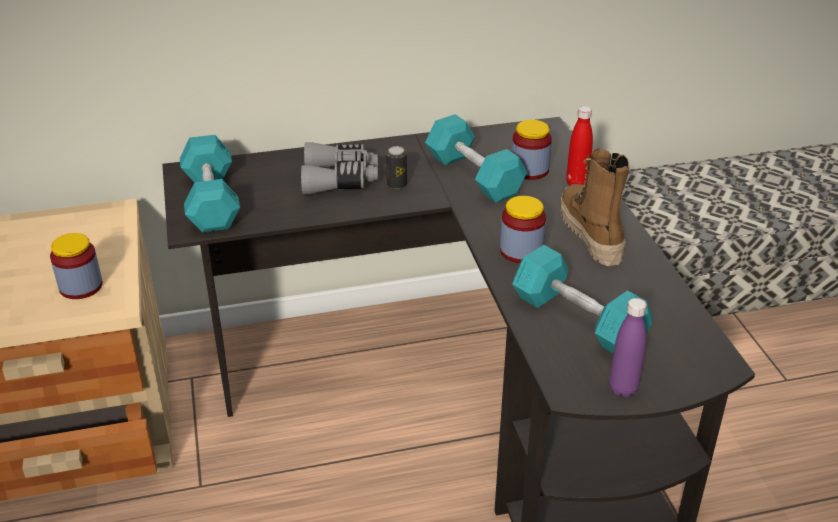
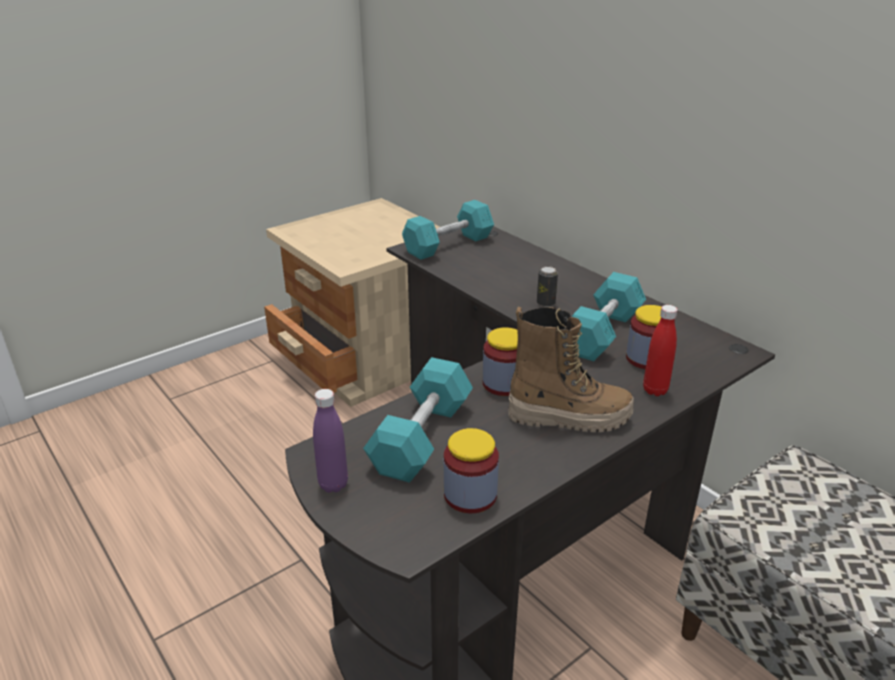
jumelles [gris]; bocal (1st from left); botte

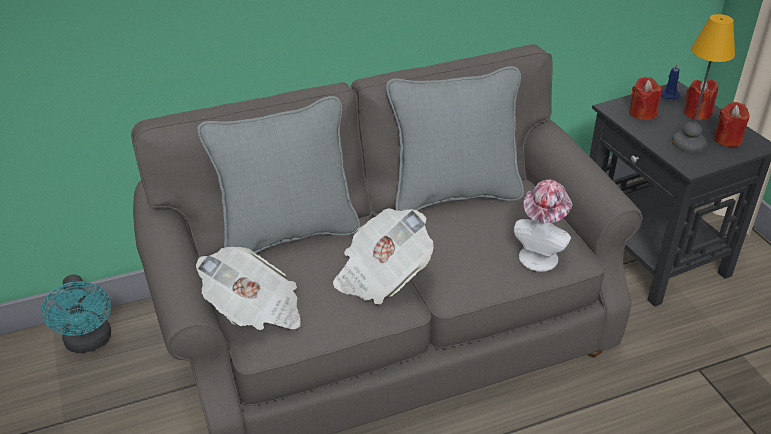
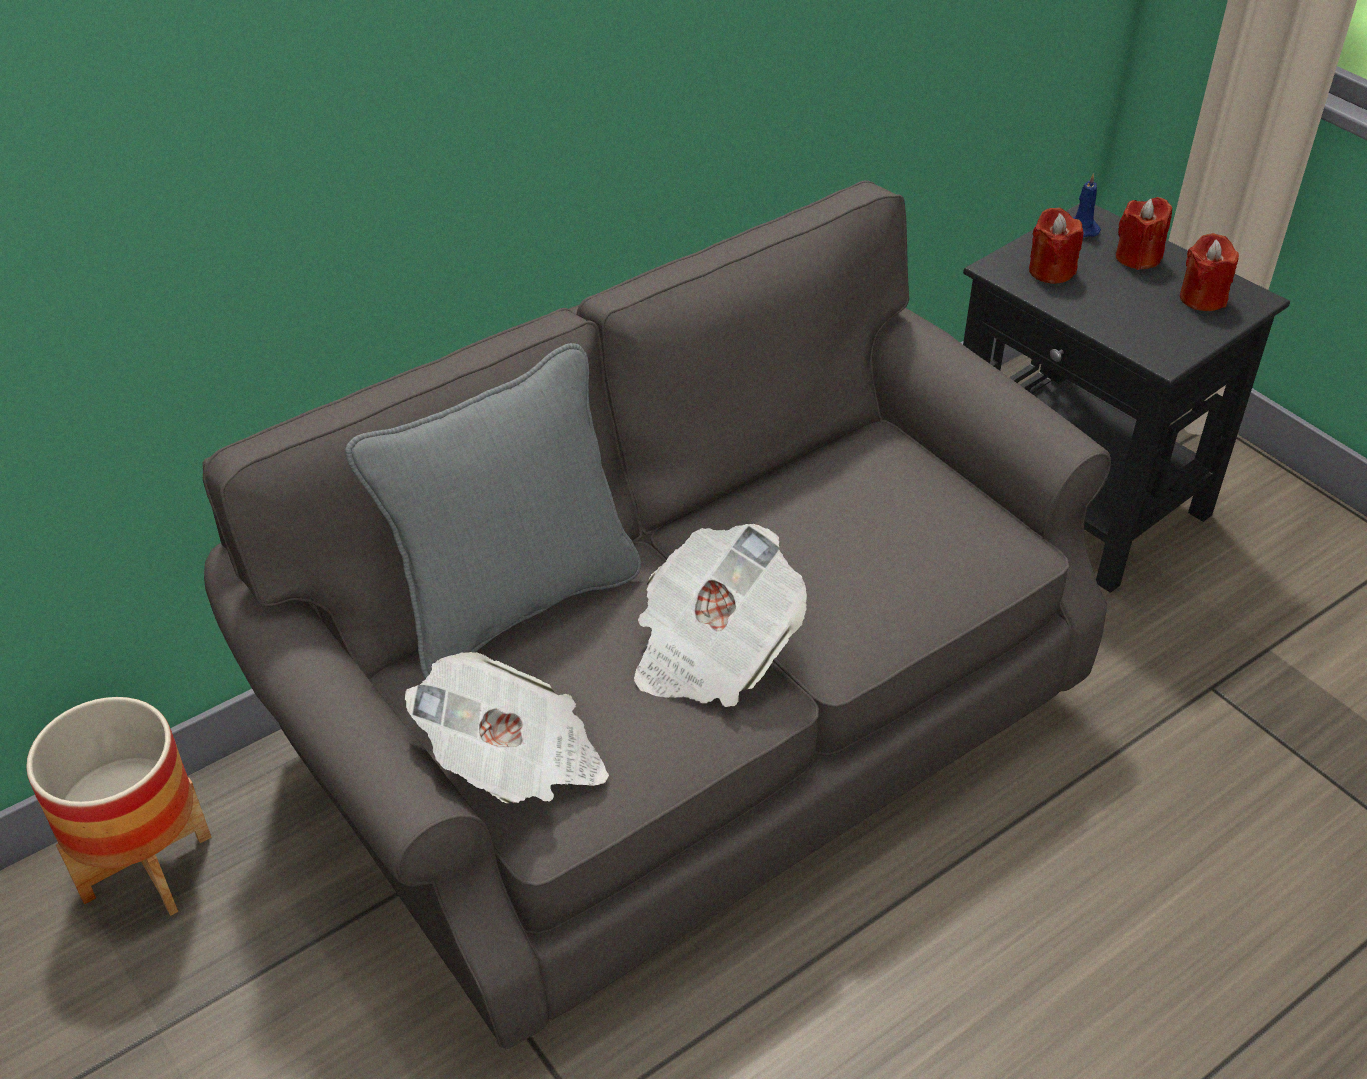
coussin [gris] (2nd from left in the first image); chapeau; lampe de table; cache-pot

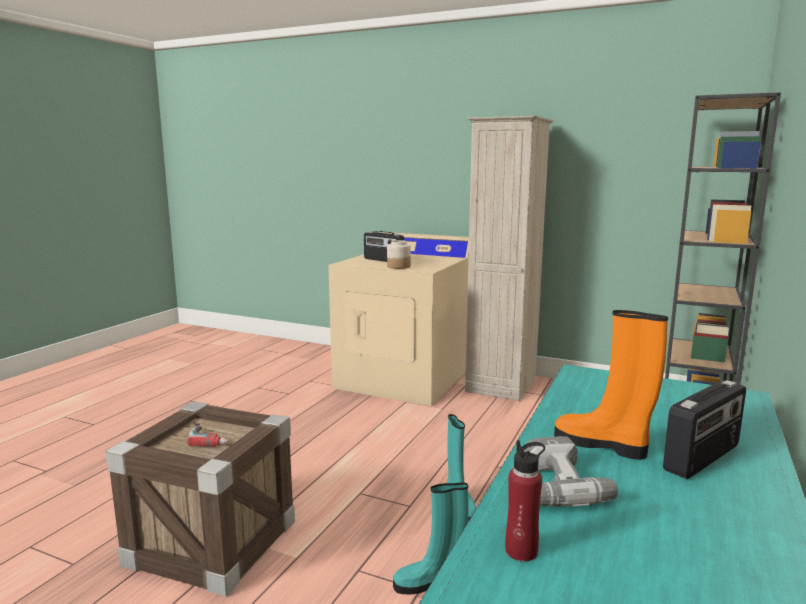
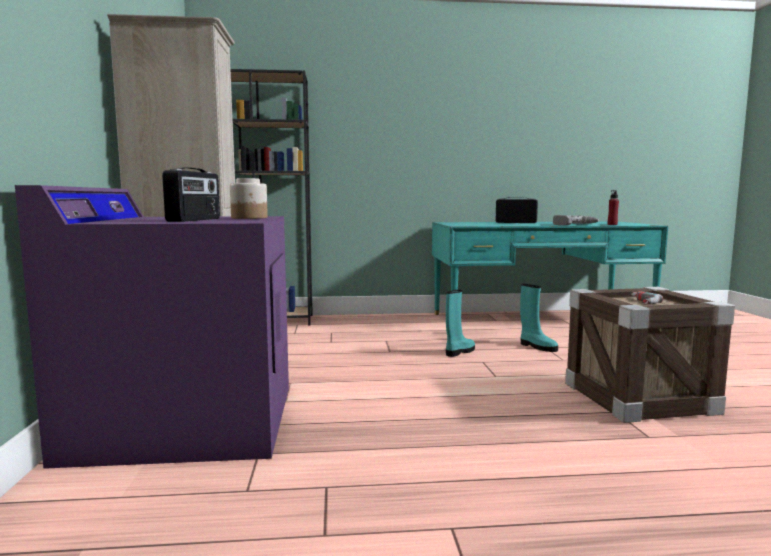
botte [orange]; lave-linge [violet]

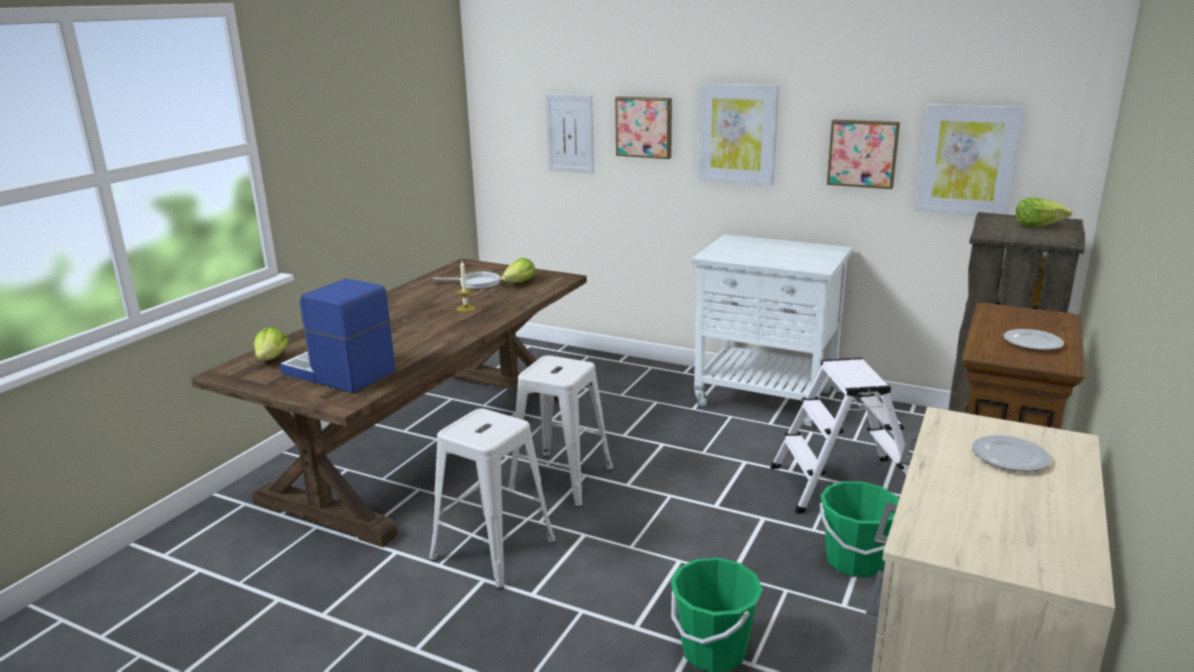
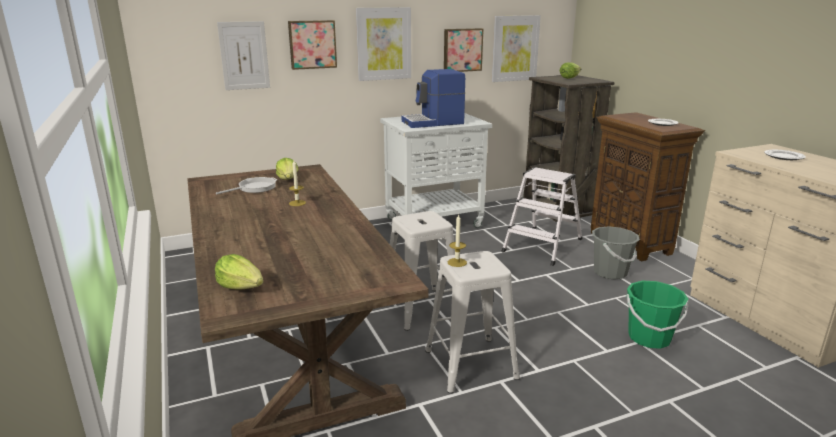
bougie (2nd from left); machine à café; seau [gris]

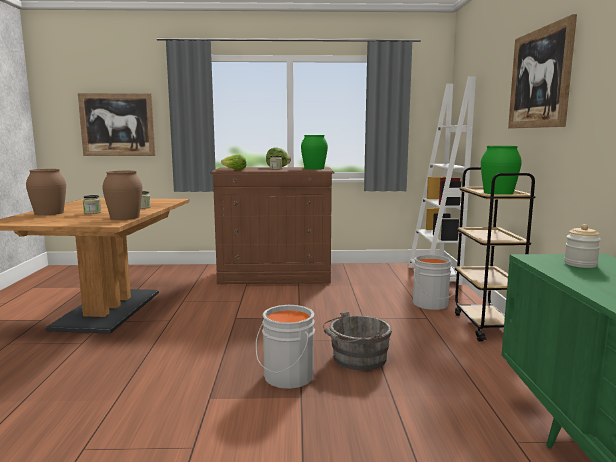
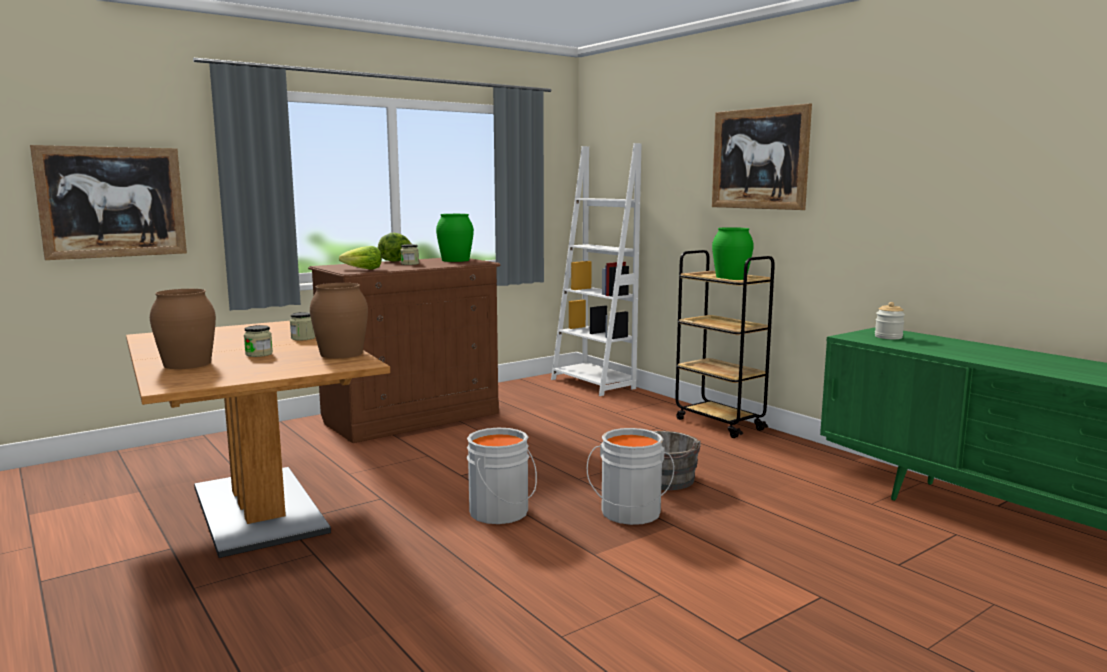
seau [gris] (1st from left)

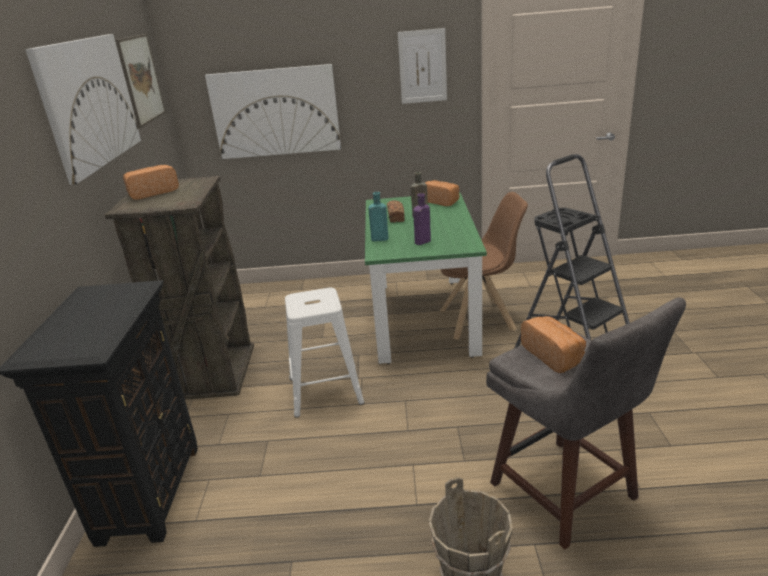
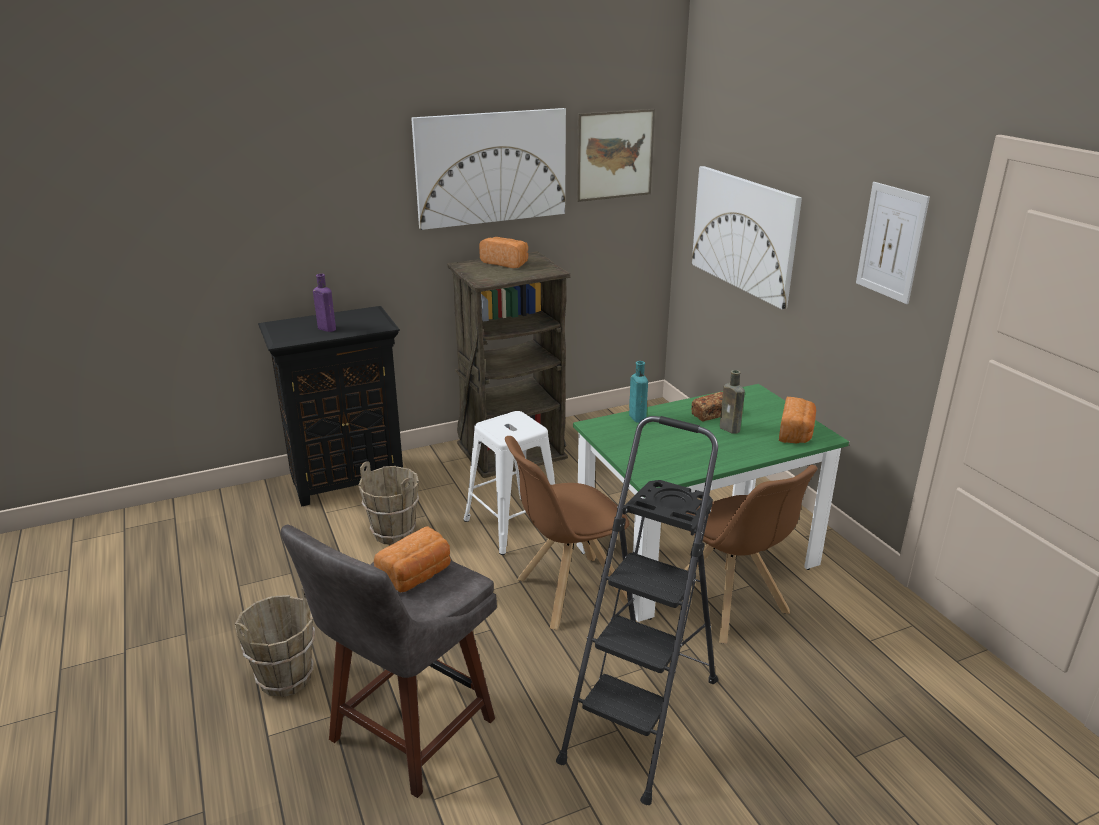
seau [marron] (2nd from left); chaise [marron] (1st from left); bouteille [violet]

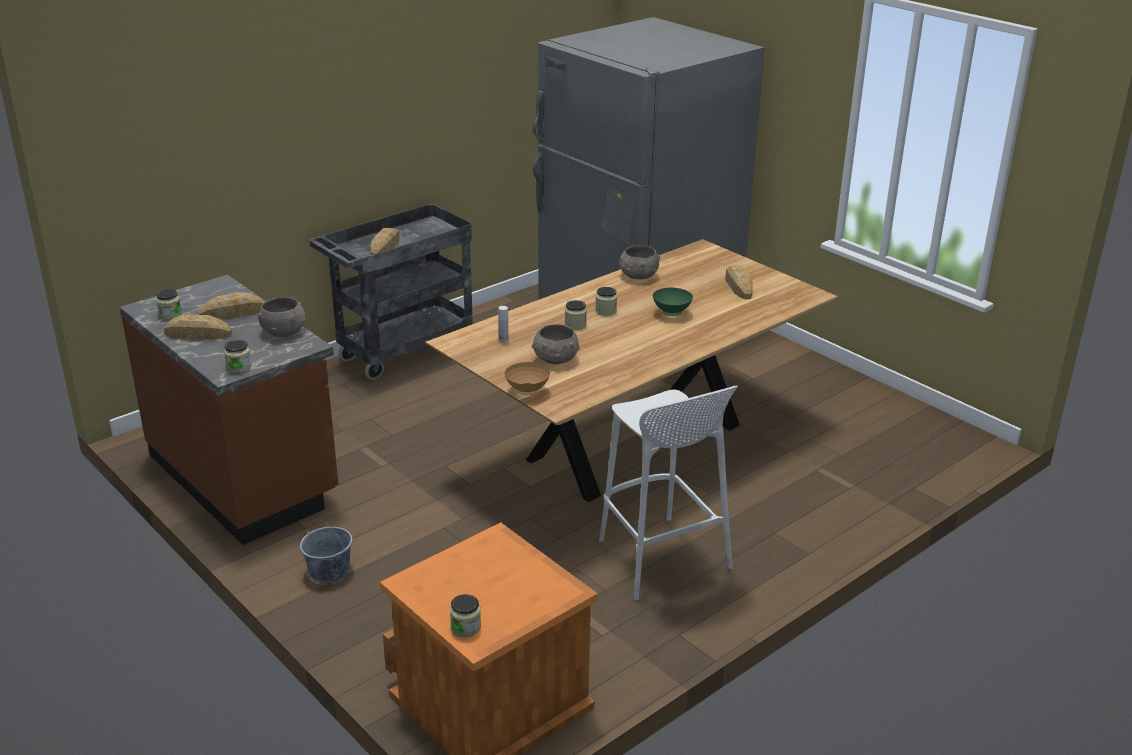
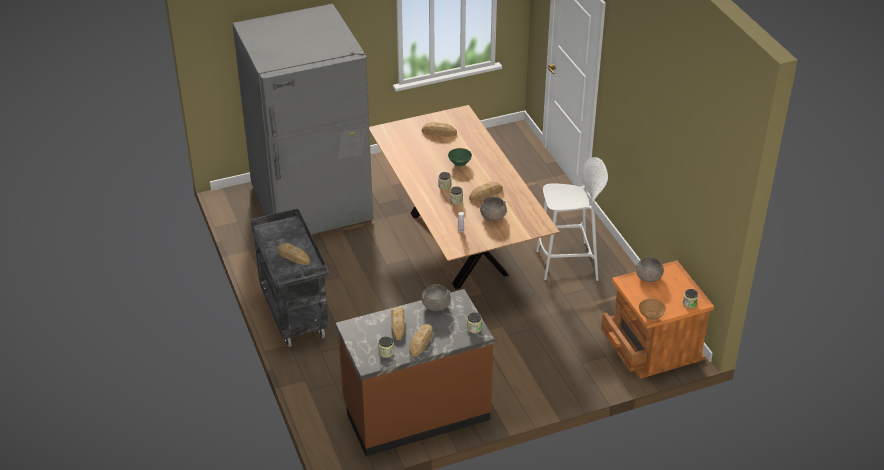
seau [gris]; pain (5th from left); bol [marron]; bol [gris] (3rd from left)

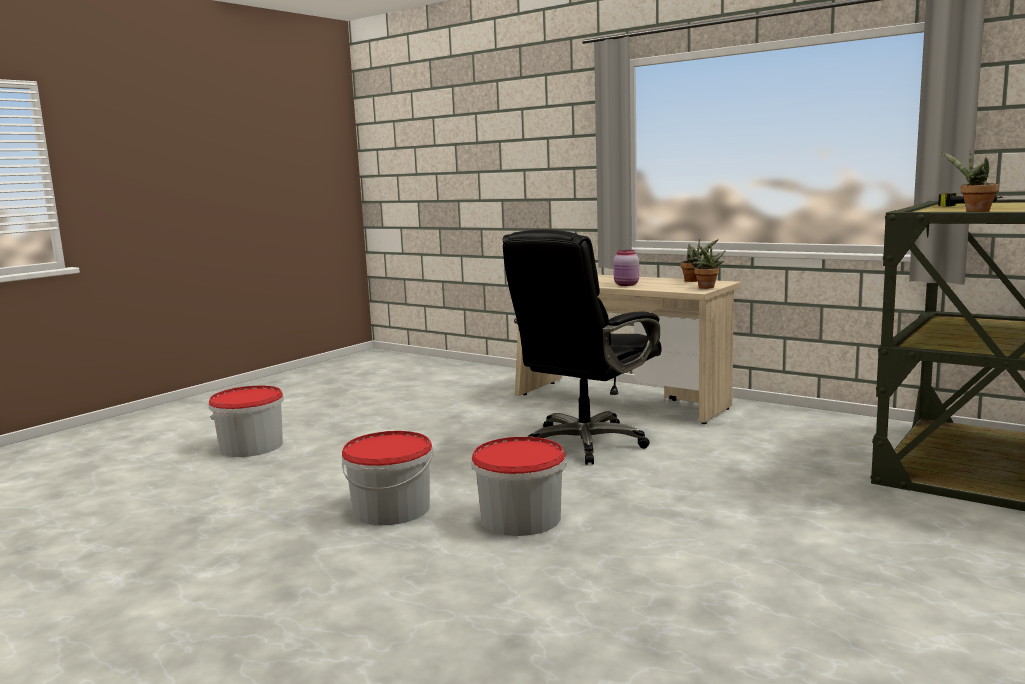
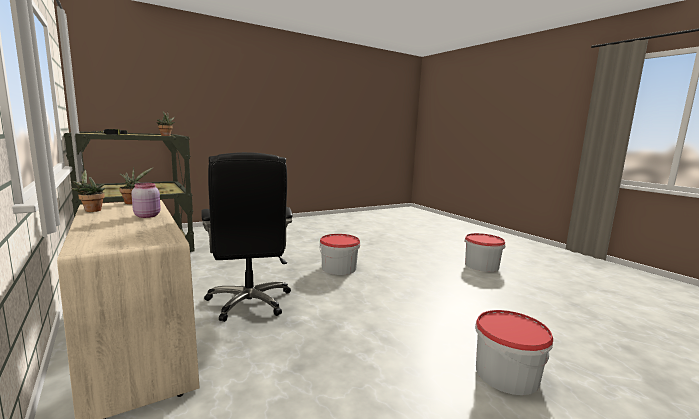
seau (2nd from left); chaise de bureau [noir]

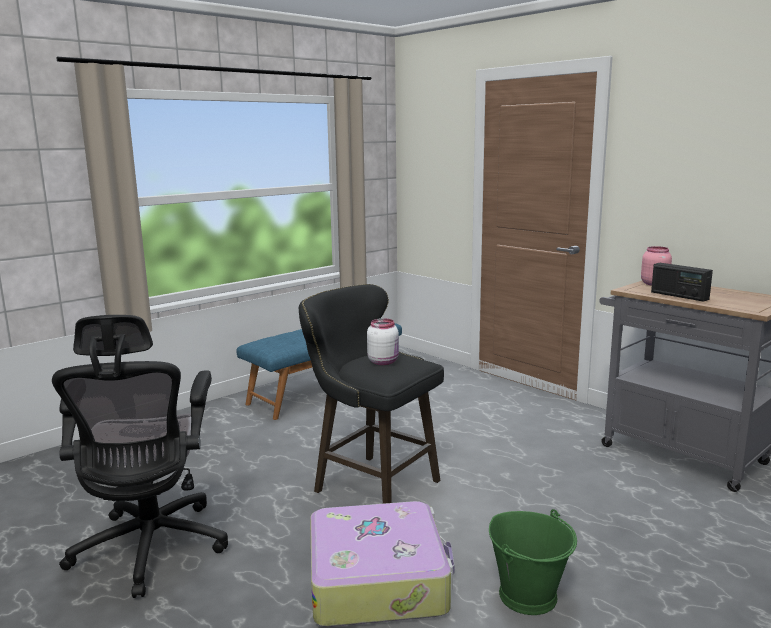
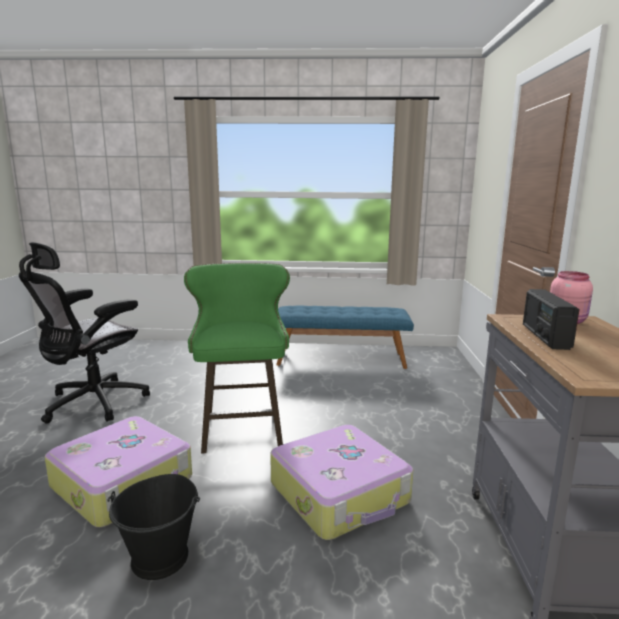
bocal [blanc]; valise (2nd from left); tabouret [vert]; seau [noir]

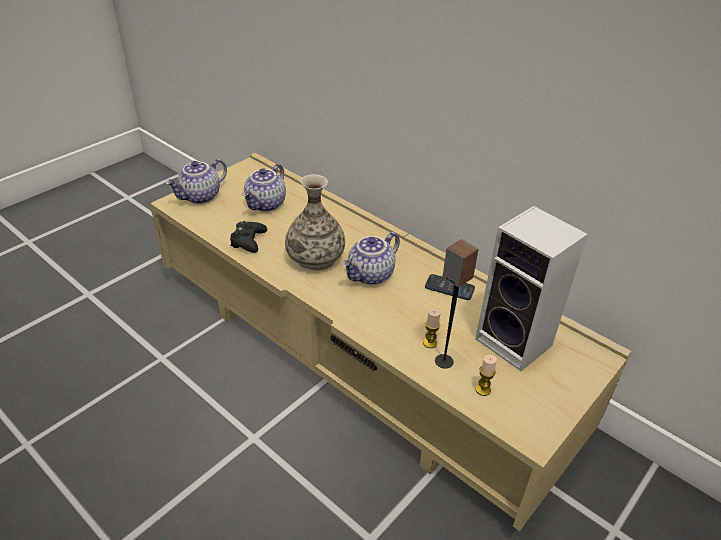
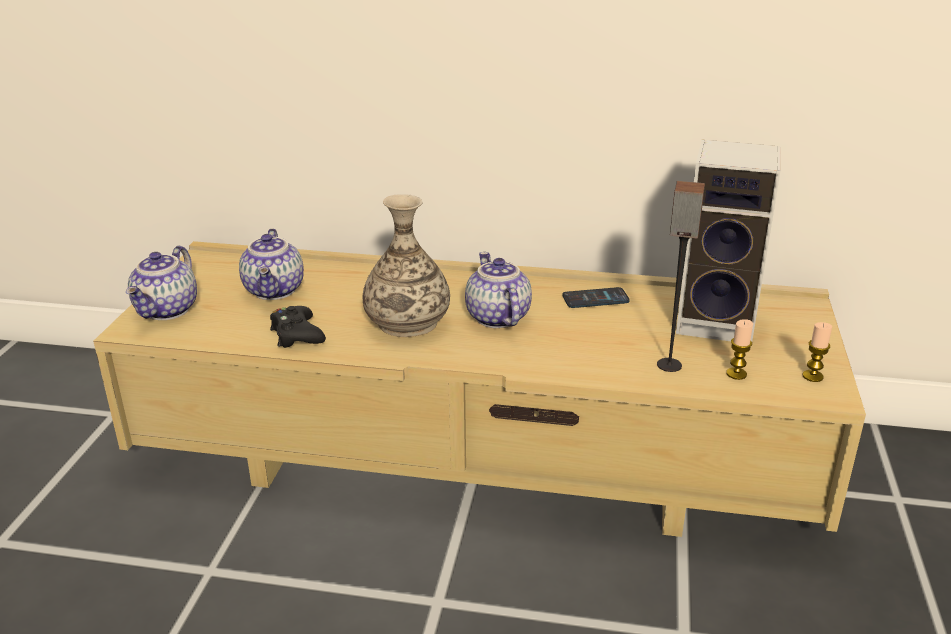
bougie (2nd from left); théière (3rd from left)

